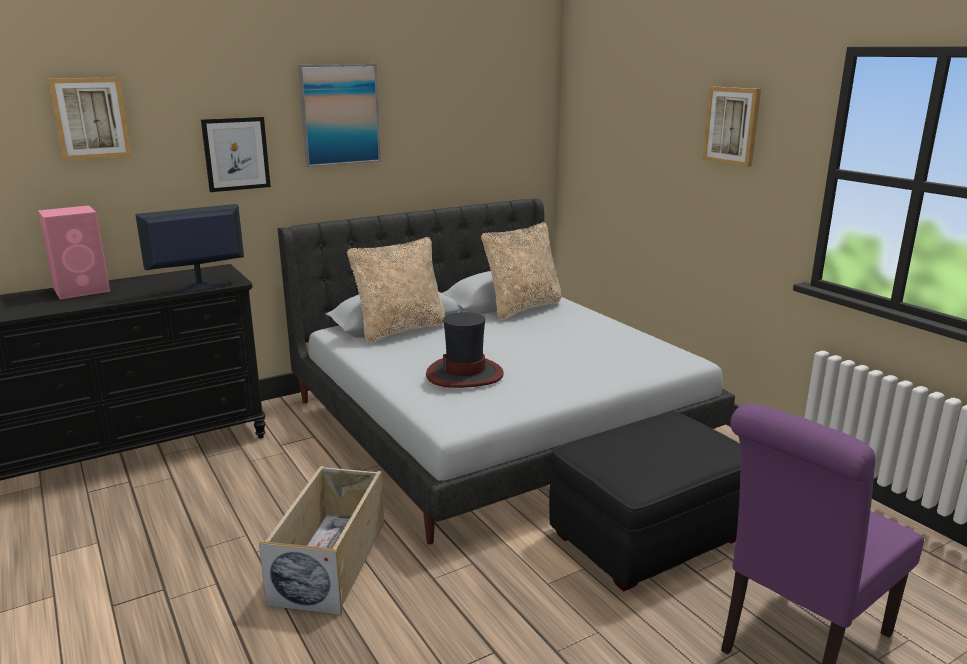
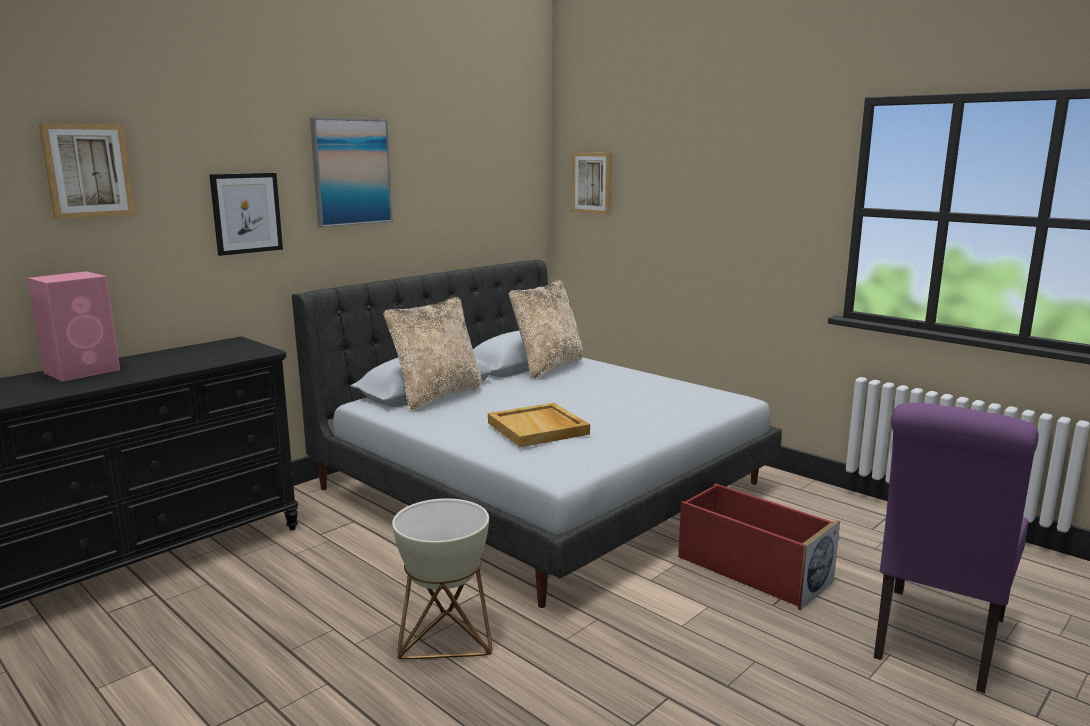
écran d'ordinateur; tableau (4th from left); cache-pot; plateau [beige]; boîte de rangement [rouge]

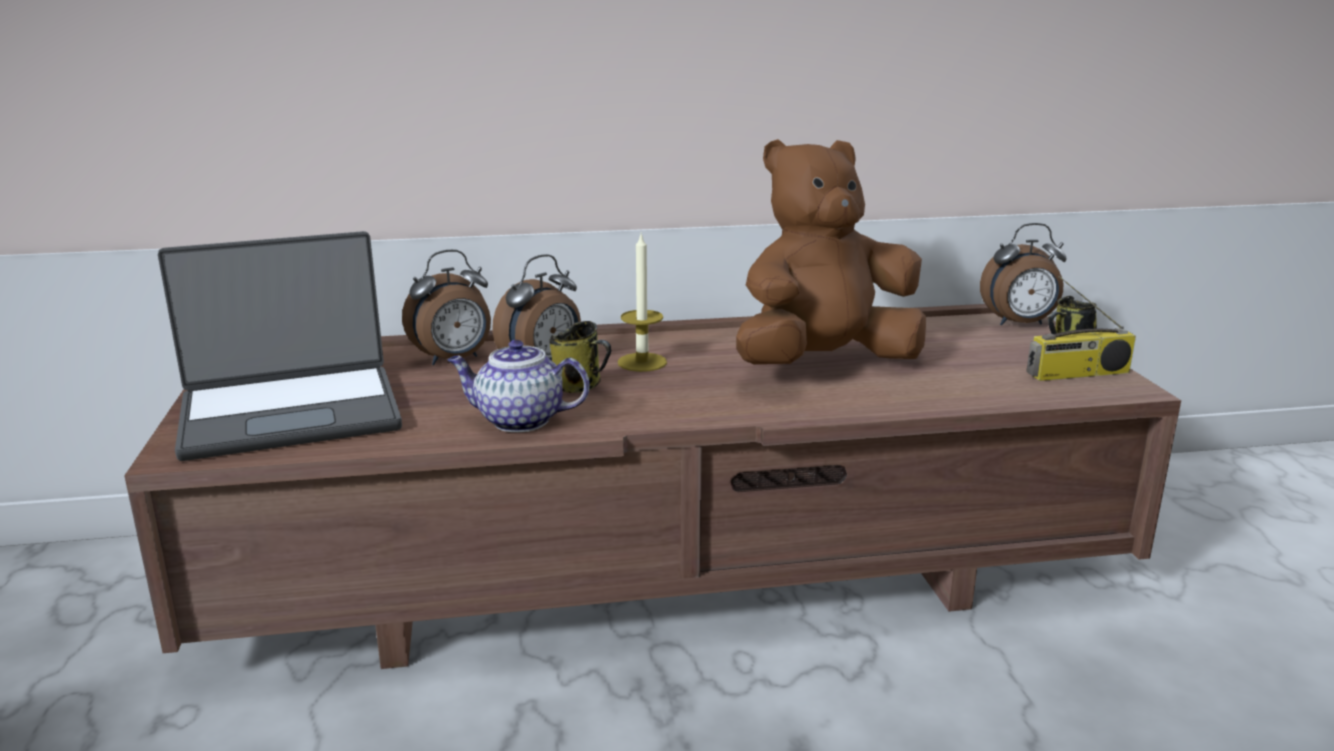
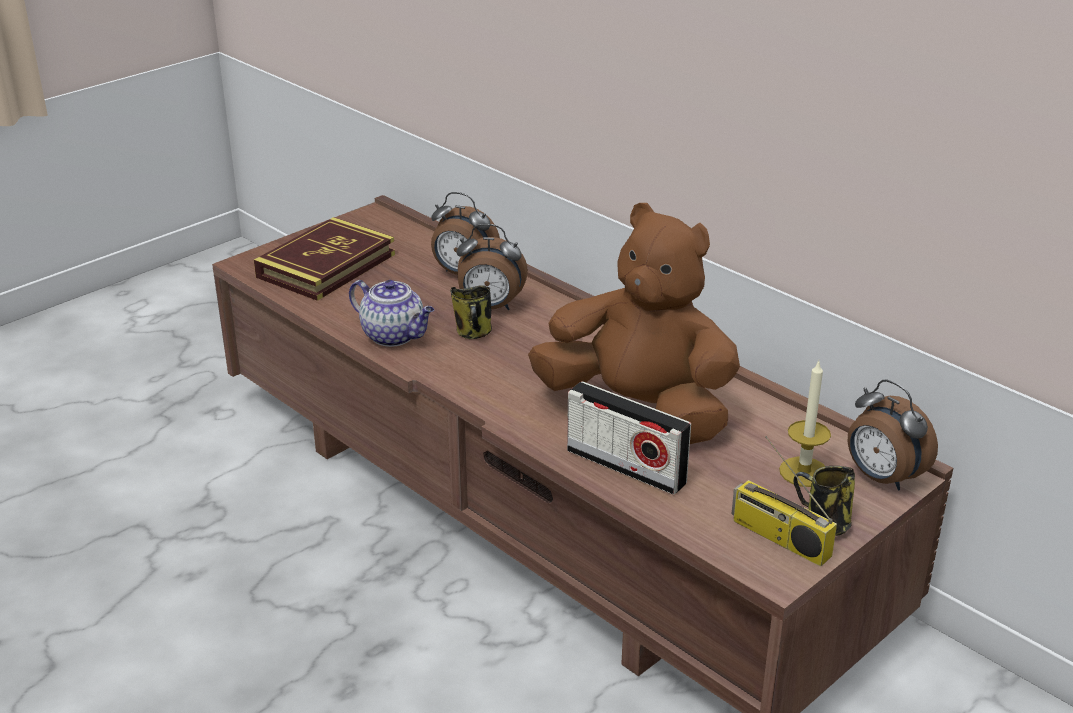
radio (1st from left); bougie; livre; théière

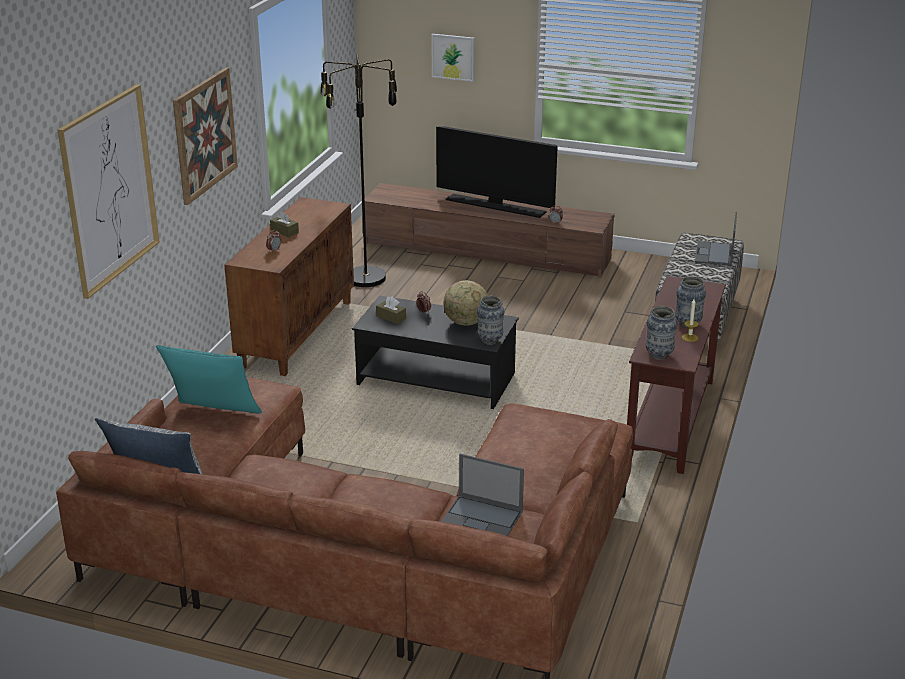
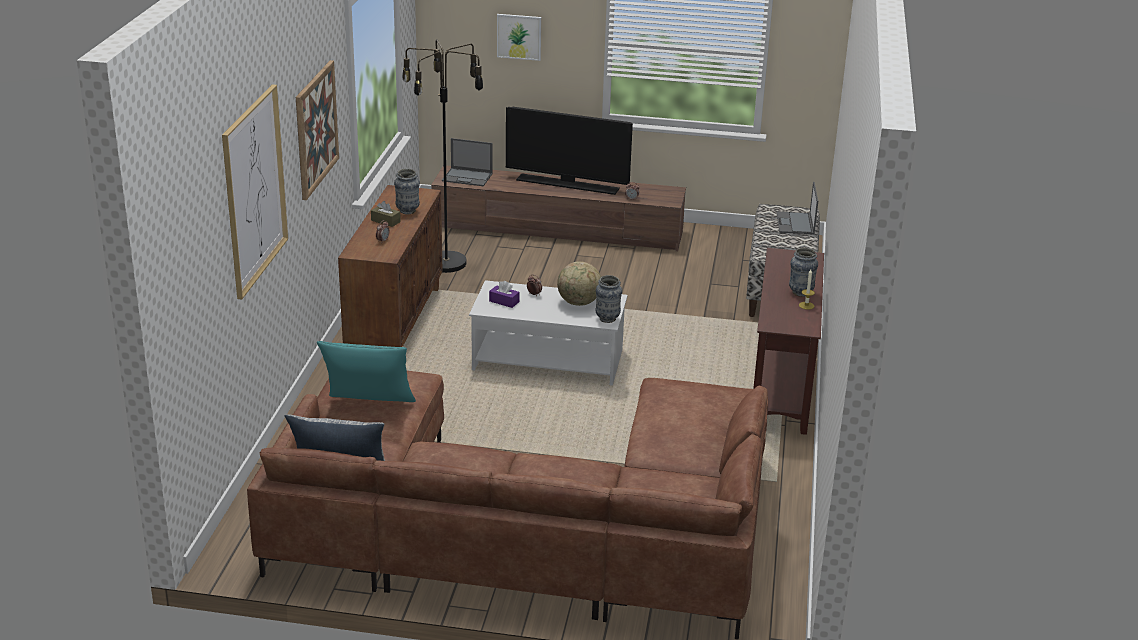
ordinateur portable (1st from left); vase (1st from left); table basse [blanc]; boîte à mouchoirs [violet]

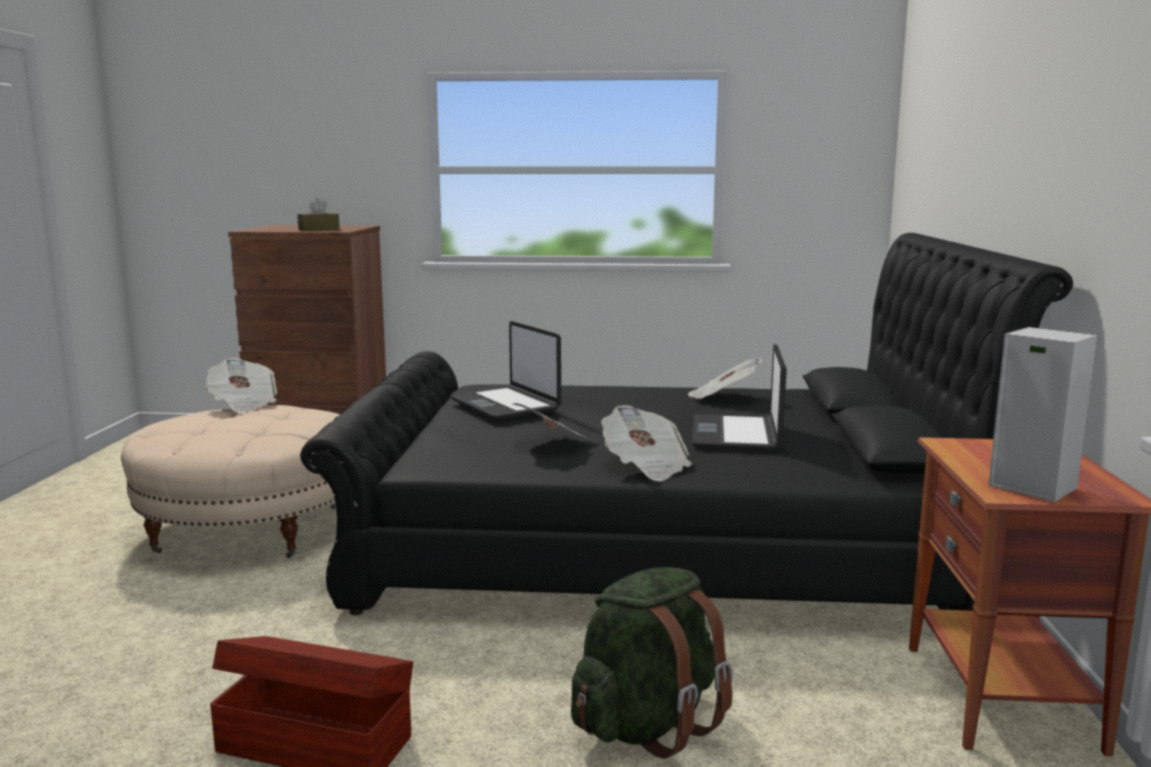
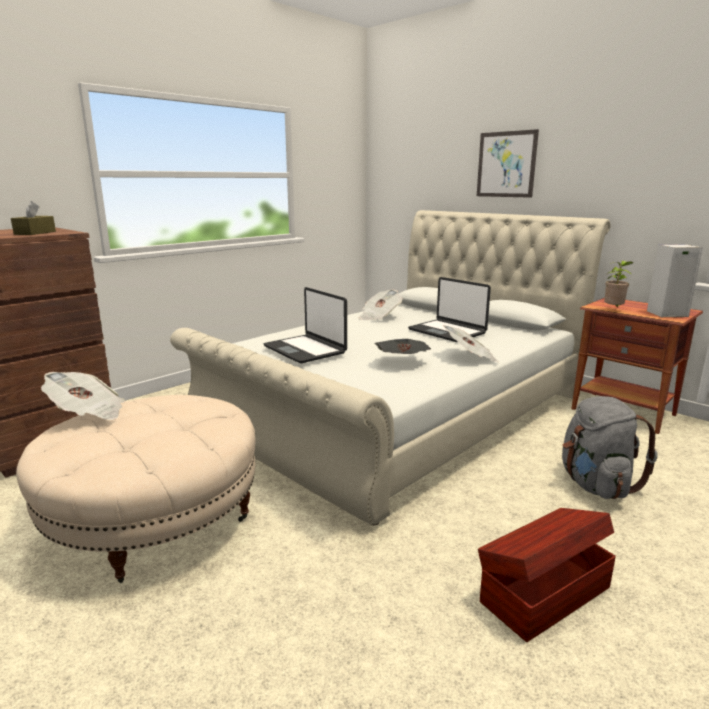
tableau; plante en pot; lit [beige]; sac à dos [gris]; ordinateur portable (1st from left)

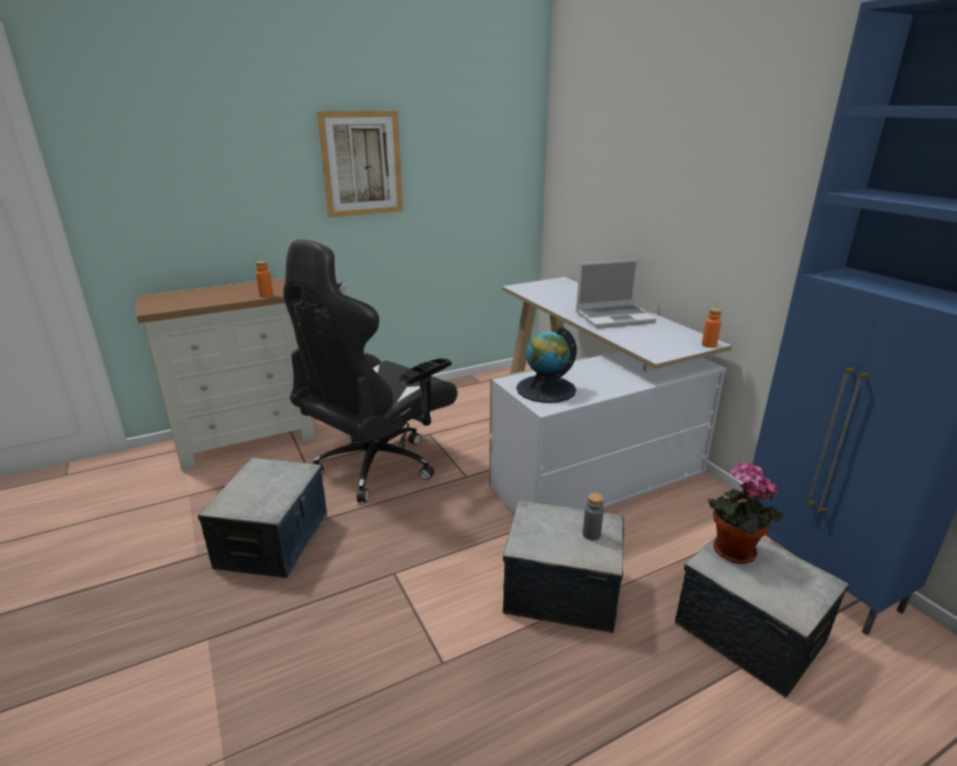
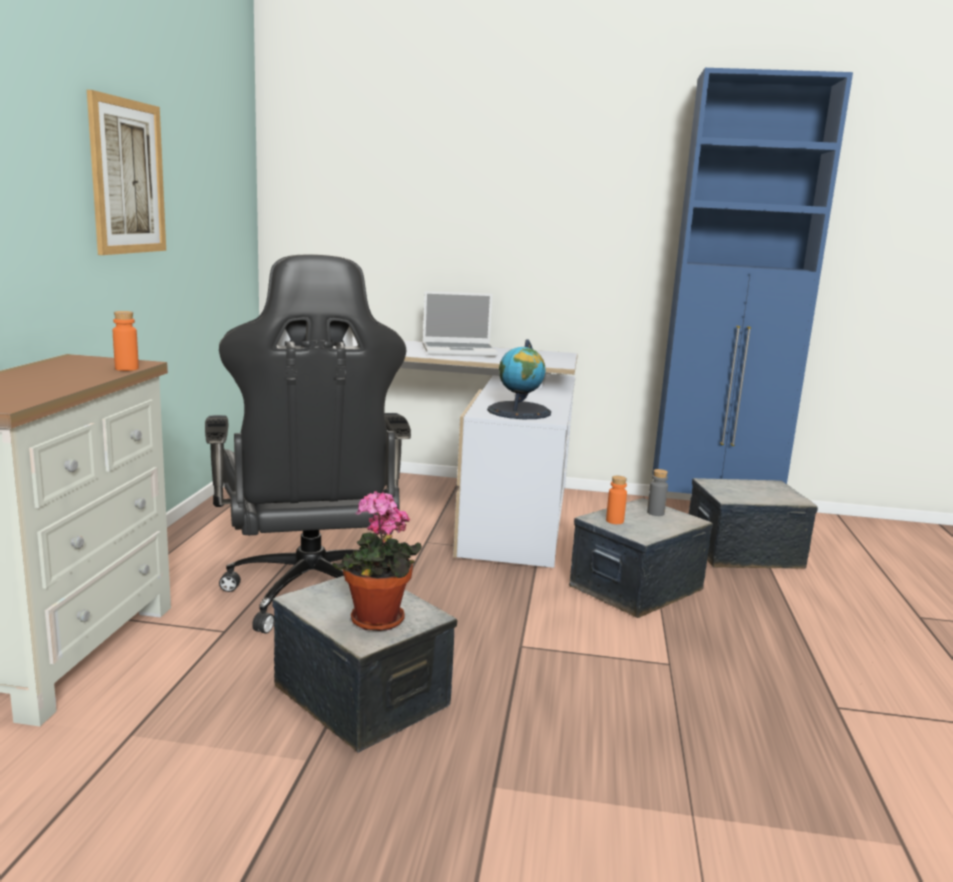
bouteille [orange] (2nd from left); plante en pot; ordinateur portable

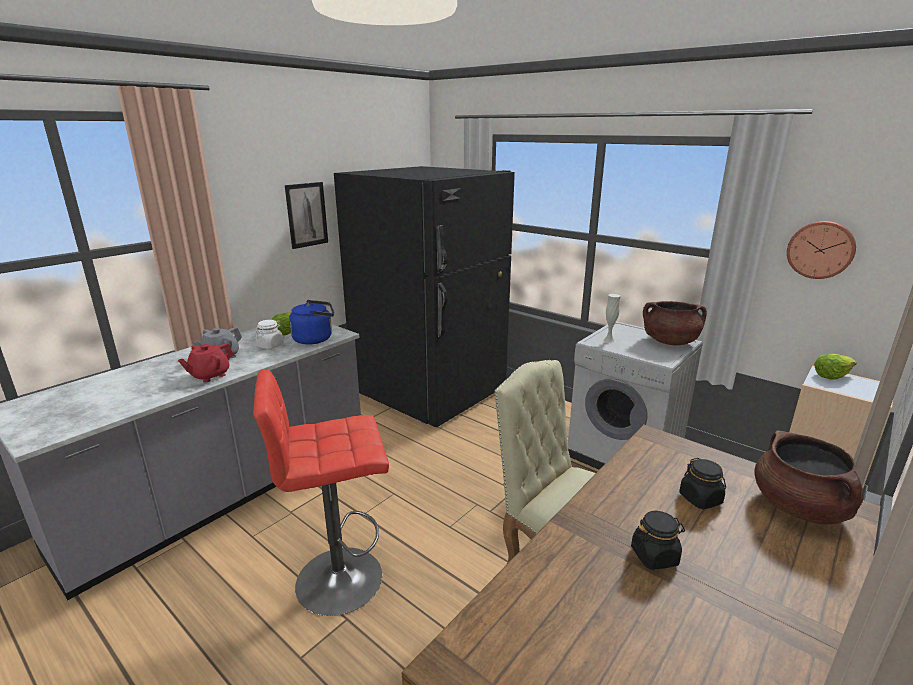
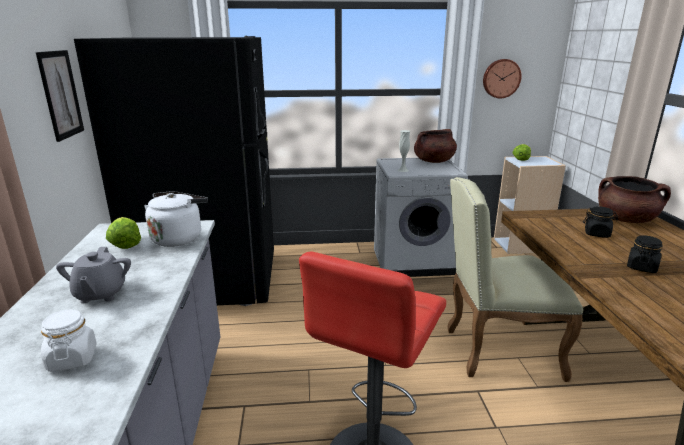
théière [rouge]; bocal [blanc]; bouilloire [blanc]

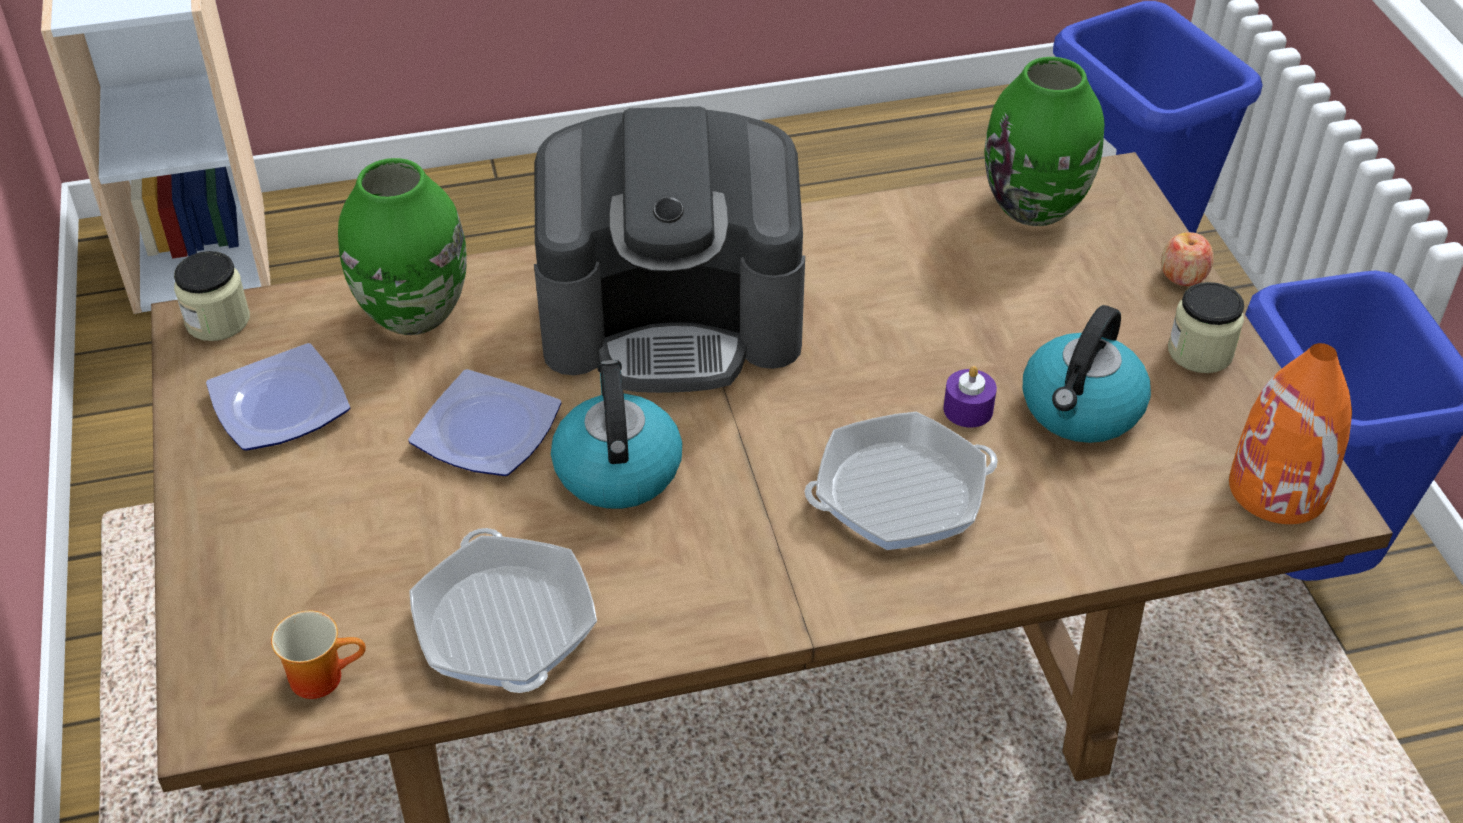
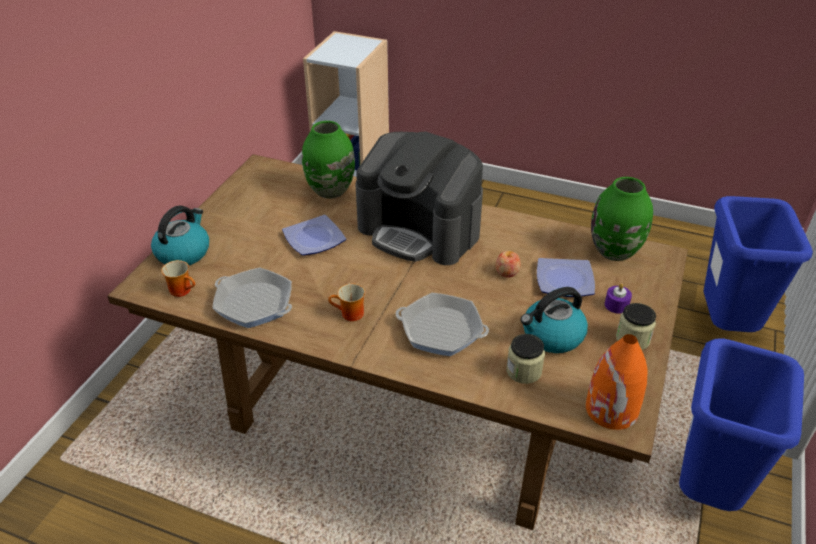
mug (2nd from left); bocal (1st from left); assiette (2nd from left); bouilloire (1st from left); bougie [violet]; pomme; poêle (1st from left)

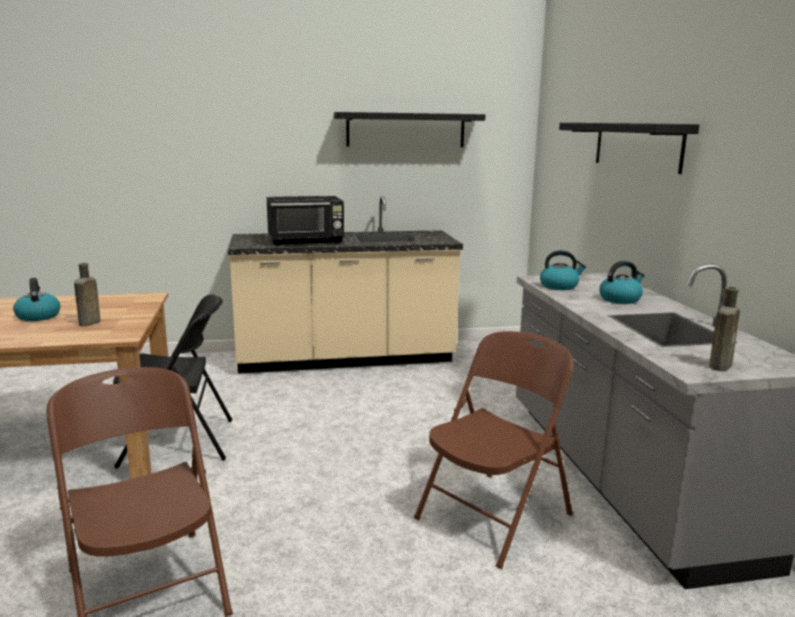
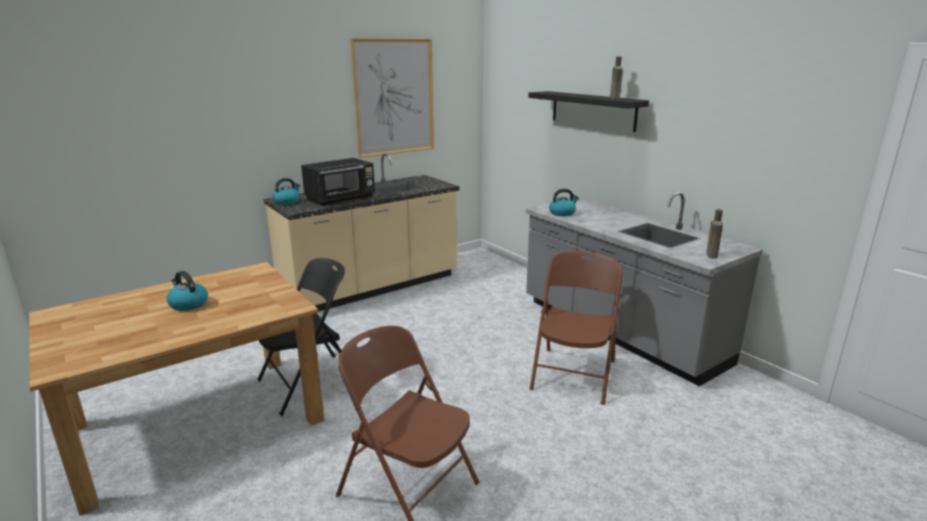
bouteille [marron] (1st from left); bouilloire (2nd from left); tableau

